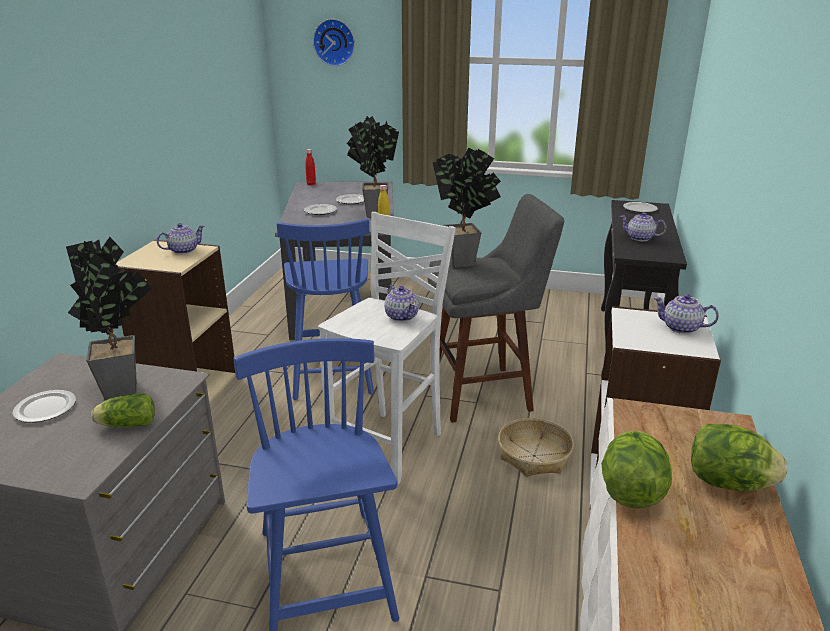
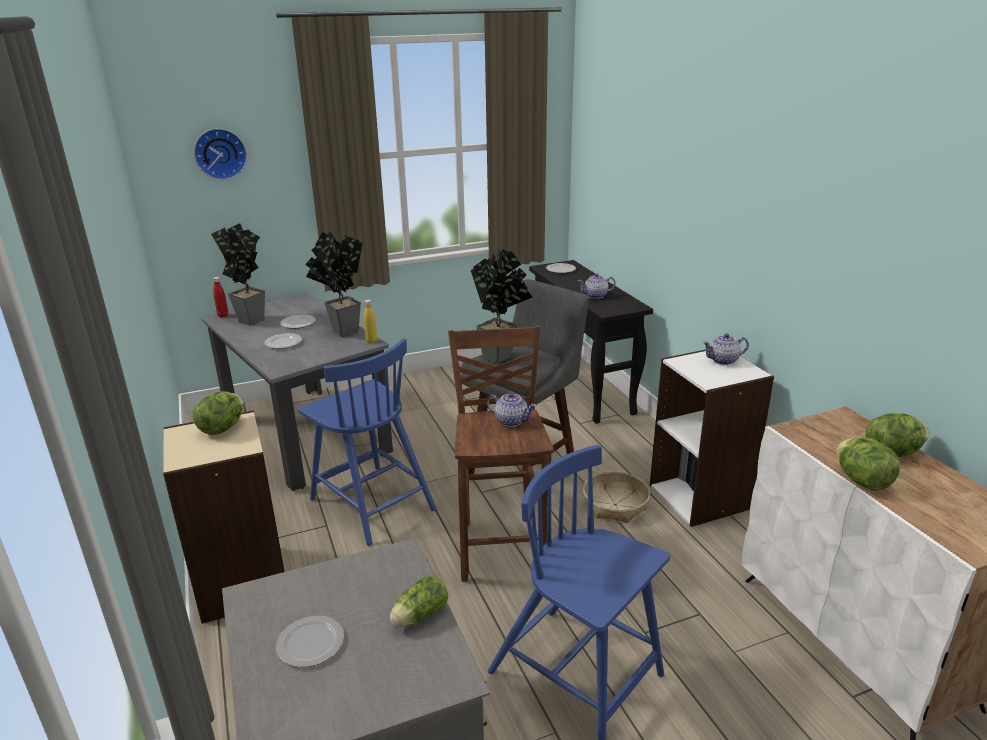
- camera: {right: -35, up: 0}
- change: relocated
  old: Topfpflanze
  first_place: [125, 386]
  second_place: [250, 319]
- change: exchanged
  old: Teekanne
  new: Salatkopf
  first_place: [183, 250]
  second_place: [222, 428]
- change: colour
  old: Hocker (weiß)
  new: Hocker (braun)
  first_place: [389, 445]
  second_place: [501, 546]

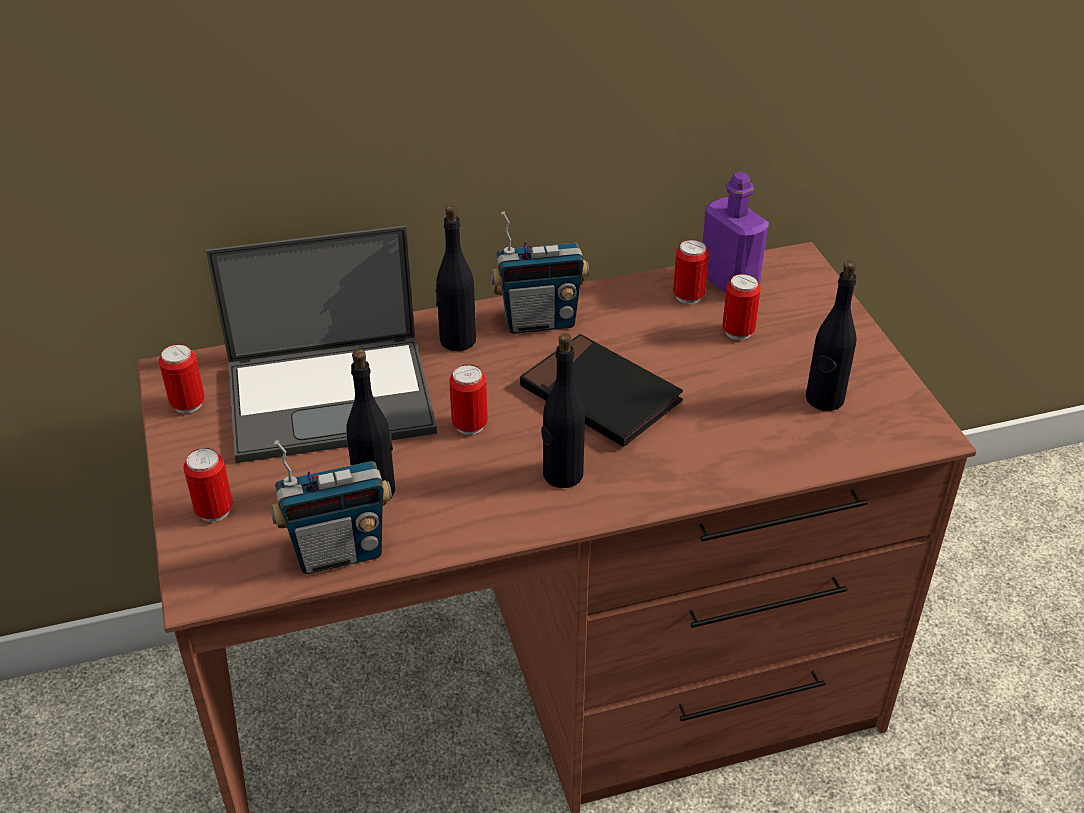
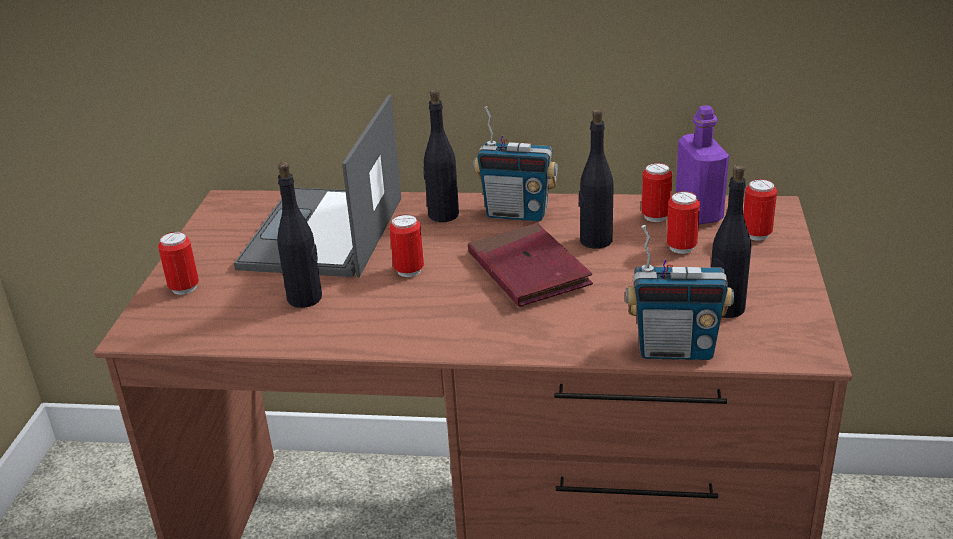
- camera: {right: 25, up: -10}
- change: relocated
  old: Dose
  first_place: [188, 404]
  second_place: [756, 234]
- change: spun
  old: Laptop
  first_place: [333, 396]
  second_place: [323, 234]
  degrees: 90
- change: relocated
  old: Radio
  first_place: [338, 553]
  second_place: [675, 350]
- change: colour
  old: Buch (schwarz)
  new: Buch (rot)
  first_place: [600, 396]
  second_place: [528, 270]
- change: relocated
  old: Flasche (schwarz)
  first_place: [562, 474]
  second_place: [595, 241]

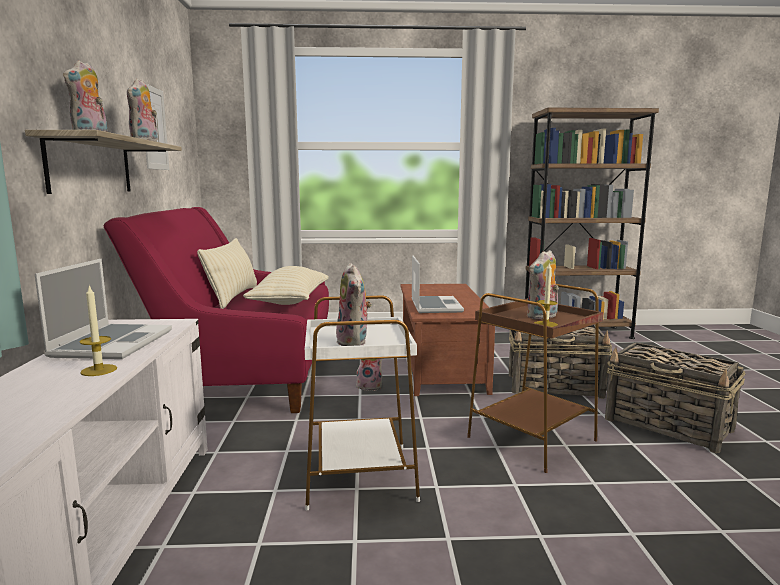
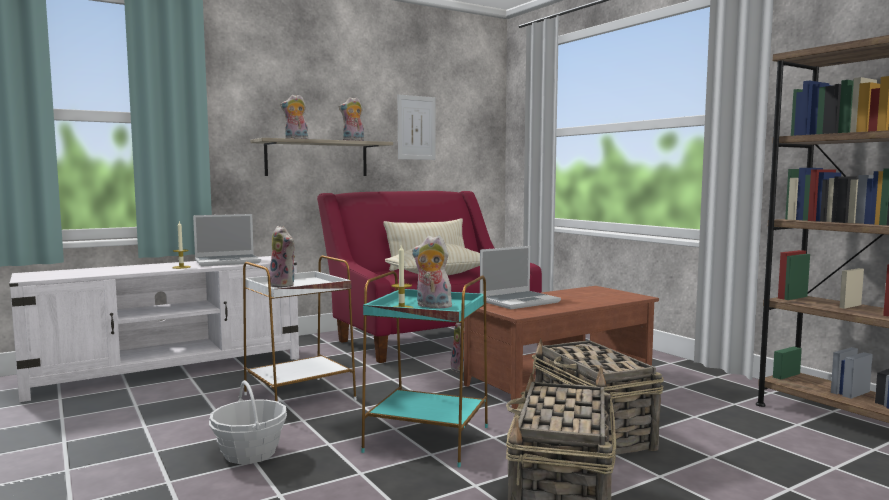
- camera: {right: 60, up: -5}
- change: spun
  old: Plüschtier
  first_place: [354, 342]
  second_place: [284, 285]
  degrees: -90
- change: colour
  old: Beistelltisch (braun)
  new: Beistelltisch (türkis)
  first_place: [533, 439]
  second_place: [428, 439]
- change: appeared
  new: Korb
  second_place: [250, 453]

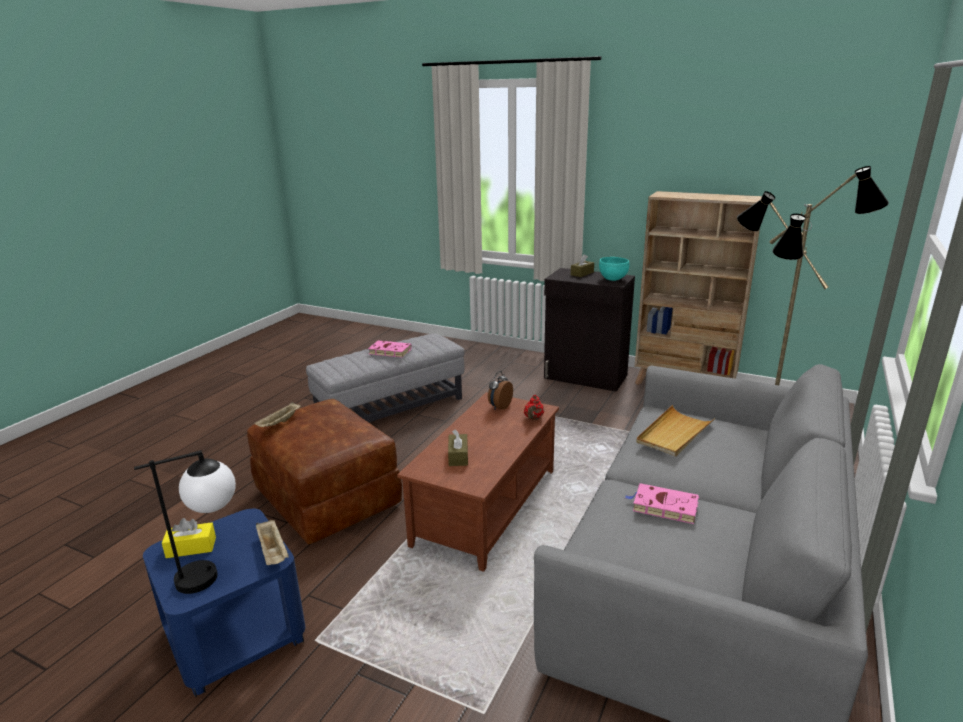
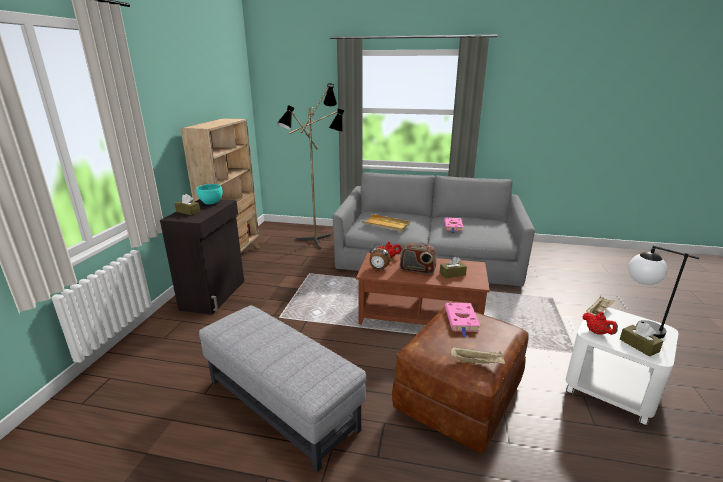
- camera: {right: -105, up: 0}
- change: colour
  old: Beistelltisch (blau)
  new: Beistelltisch (weiß)
  first_place: [236, 637]
  second_place: [610, 387]
- change: colour
  old: Taschentuchbox (gelb)
  new: Taschentuchbox (braun)
  first_place: [191, 547]
  second_place: [639, 345]
- change: relocated
  old: Buch (rosa)
  first_place: [388, 351]
  second_place: [461, 320]
- change: appeared
  new: Radio
  second_place: [417, 270]
- change: appeared
  new: Teekanne (rot)
  second_place: [597, 332]

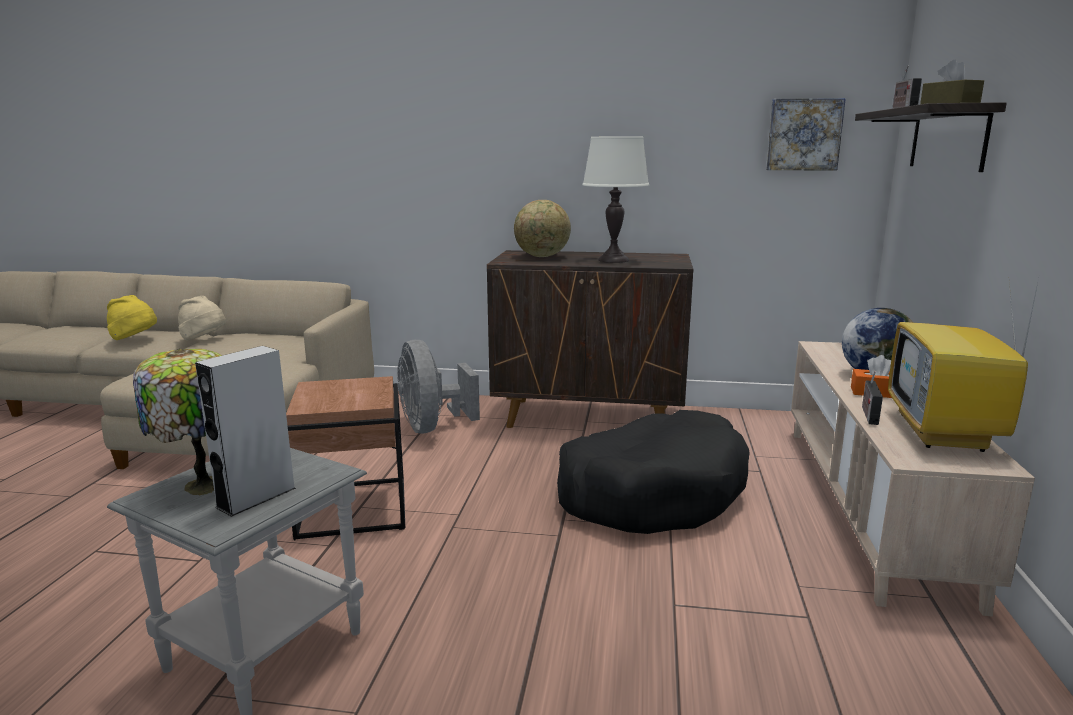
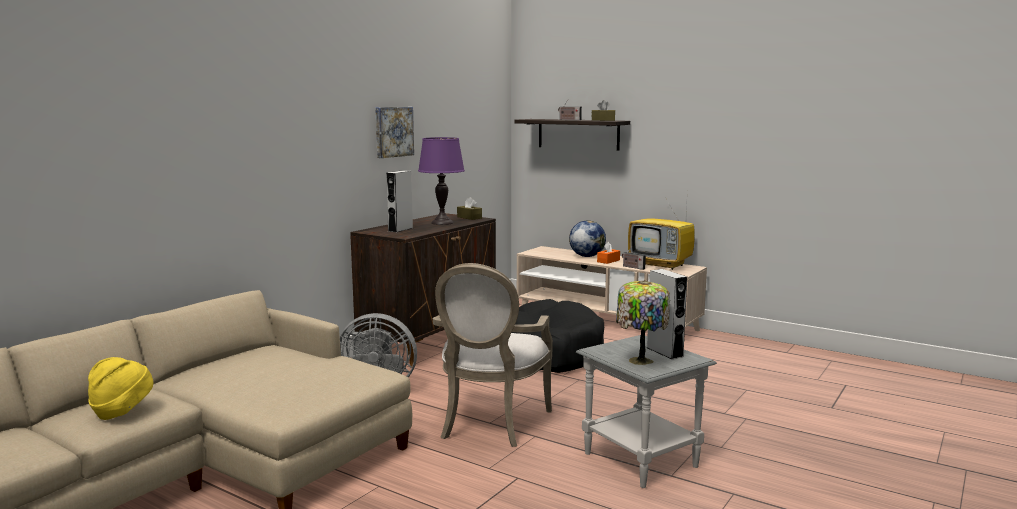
- camera: {right: -65, up: -5}
- change: missing
  old: Hut (beige)
  first_place: [204, 340]
- change: exchanged
  old: Beistelltisch (braun)
  new: Sessel
  first_place: [351, 508]
  second_place: [488, 425]
- change: exchanged
  old: Globus
  new: Lautsprecher (grau)
  first_place: [542, 257]
  second_place: [400, 229]
- change: colour
  old: Tischlampe (weiß)
  new: Tischlampe (lila)
  first_place: [613, 260]
  second_place: [442, 223]
- change: relocated
  old: Bild
  first_place: [803, 134]
  second_place: [393, 131]
- change: appeared
  new: Taschentuchbox (braun)
  second_place: [469, 217]

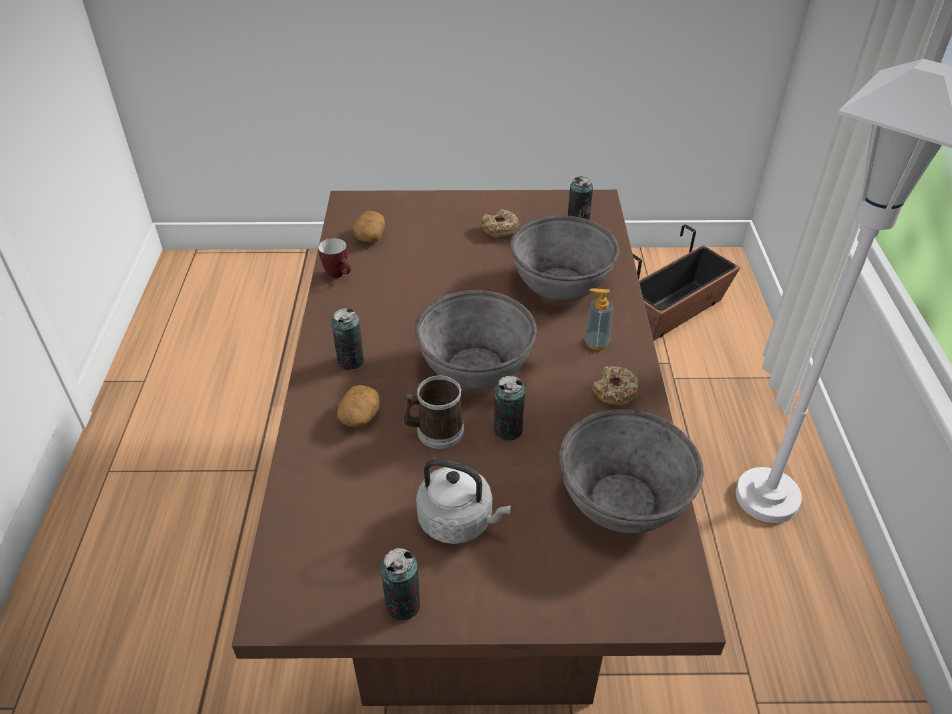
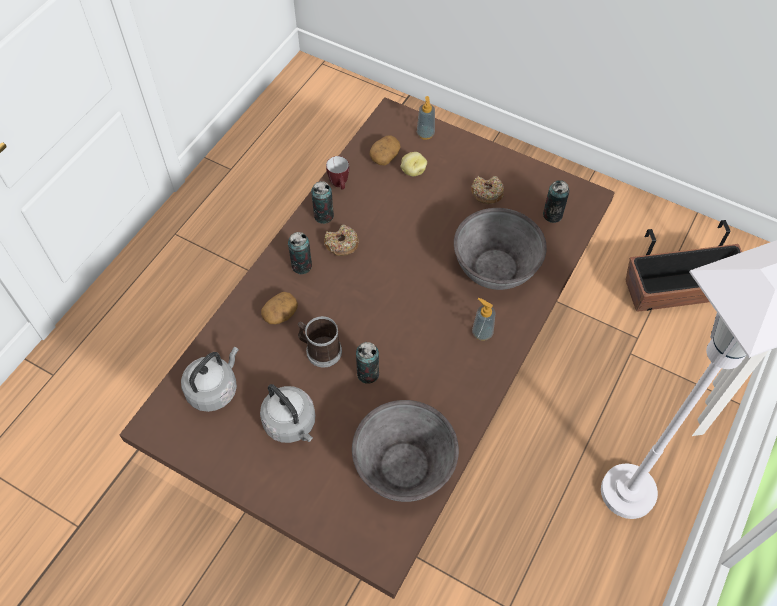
- camera: {right: 30, up: 15}
- change: relocated
  old: Dose
  first_place: [403, 605]
  second_place: [324, 216]
- change: missing
  old: Schüssel (grau)
  first_place: [475, 367]
- change: relocated
  old: Donut
  first_place: [615, 392]
  second_place: [341, 244]
- change: appeared
  new: Wasserkessel (grau)
  second_place: [214, 389]
- change: appeared
  new: Kartoffel
  second_place: [413, 171]
- change: appeared
  new: Seifenspender
  second_place: [425, 134]

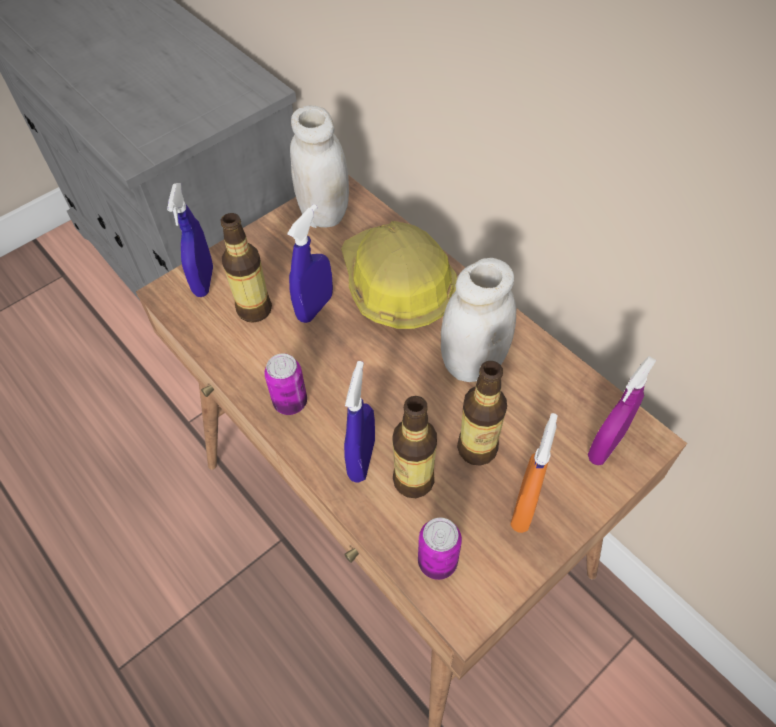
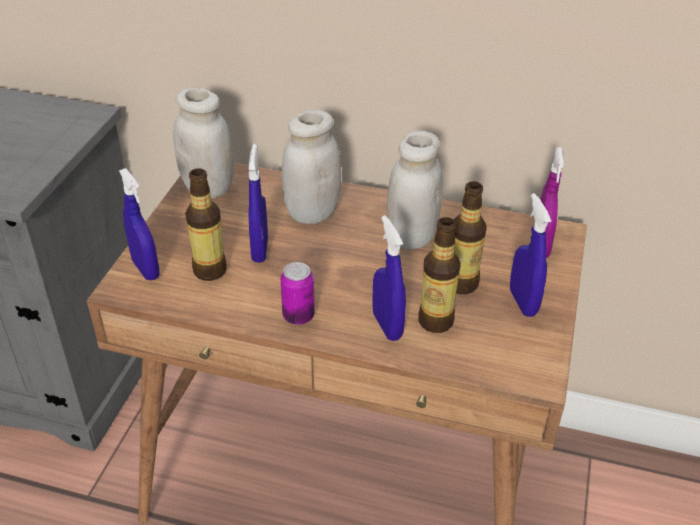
- camera: {right: -35, up: -15}
- change: exchanged
  old: Schutzhelm
  new: Vorratsglas (weiß)
  first_place: [396, 286]
  second_place: [312, 213]
- change: missing
  old: Dose
  first_place: [437, 562]
- change: colour
  old: Sprühflasche (orange)
  new: Sprühflasche (blau)
  first_place: [524, 508]
  second_place: [522, 302]

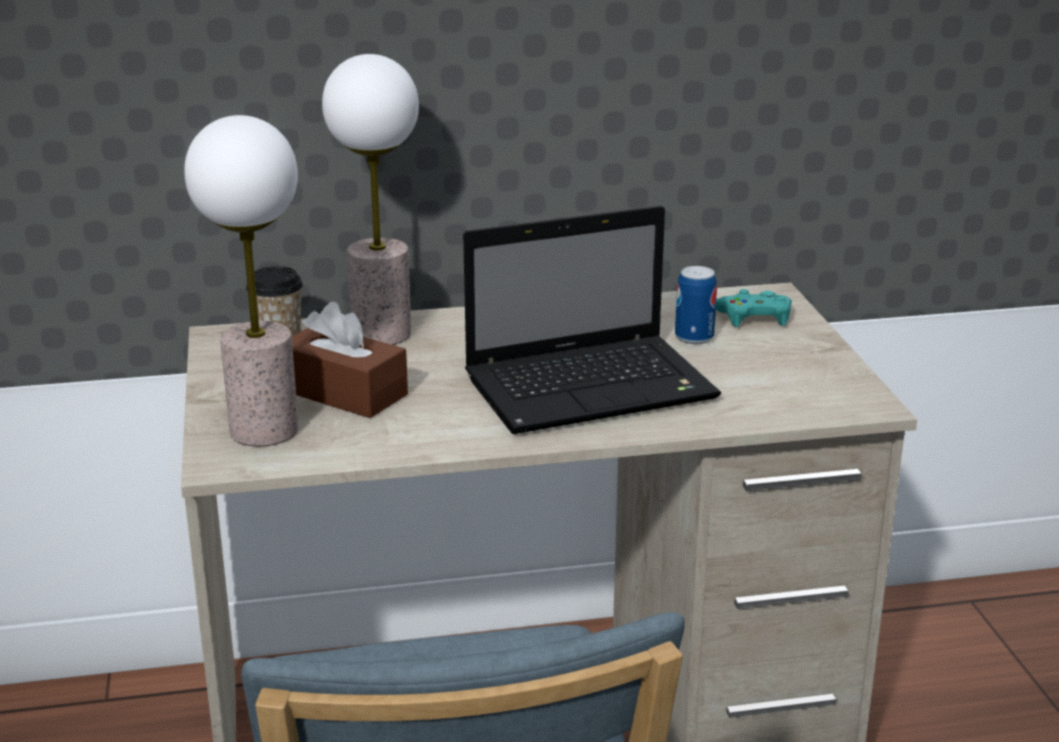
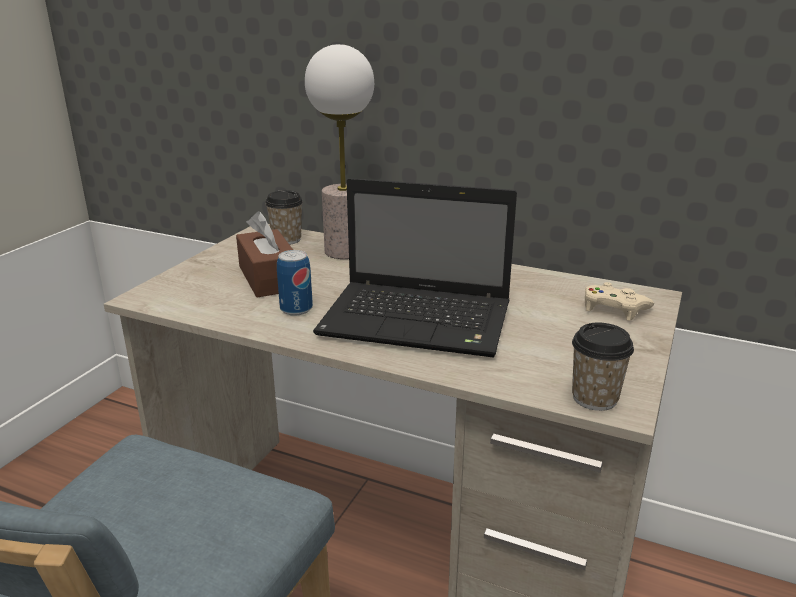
- camera: {right: 35, up: 0}
- change: missing
  old: Tischlampe
  first_place: [264, 429]
- change: relocated
  old: Dose
  first_place: [694, 337]
  second_place: [296, 309]
- change: colour
  old: Gamepad (türkis)
  new: Gamepad (beige)
  first_place: [754, 317]
  second_place: [614, 308]
- change: appeared
  new: Tasse
  second_place: [594, 398]

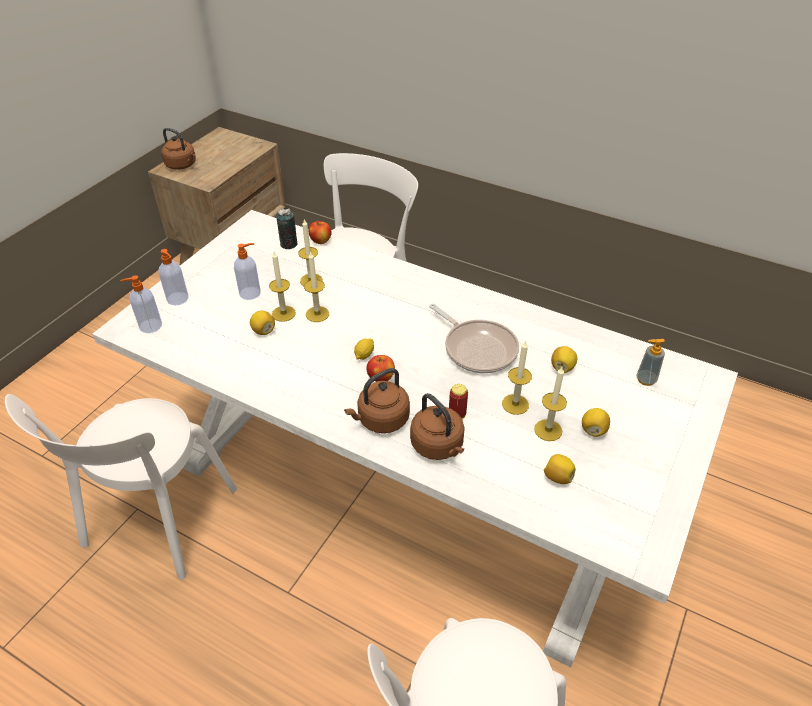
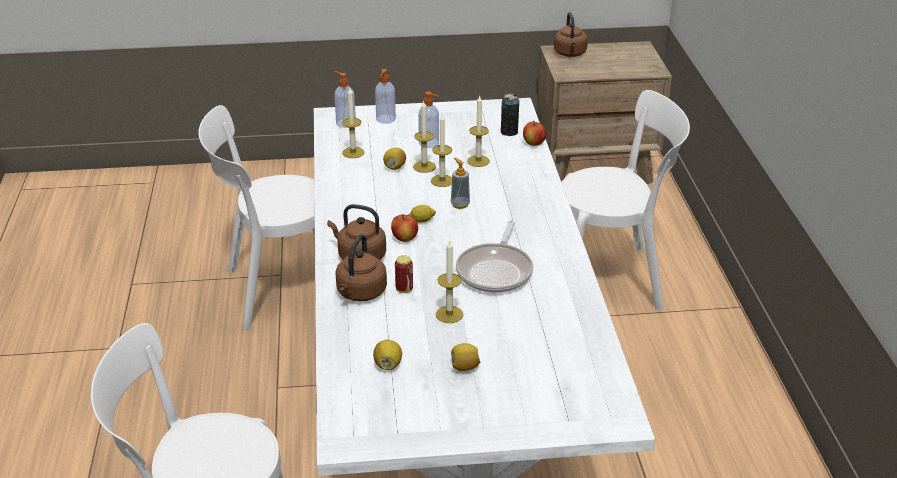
- camera: {right: 55, up: -10}
- change: relocated
  old: Kerze
  first_place: [548, 430]
  second_place: [353, 152]
- change: missing
  old: Zitrone
  first_place: [562, 367]
- change: relocated
  old: Seifenspender
  first_place: [646, 379]
  second_place: [460, 204]

